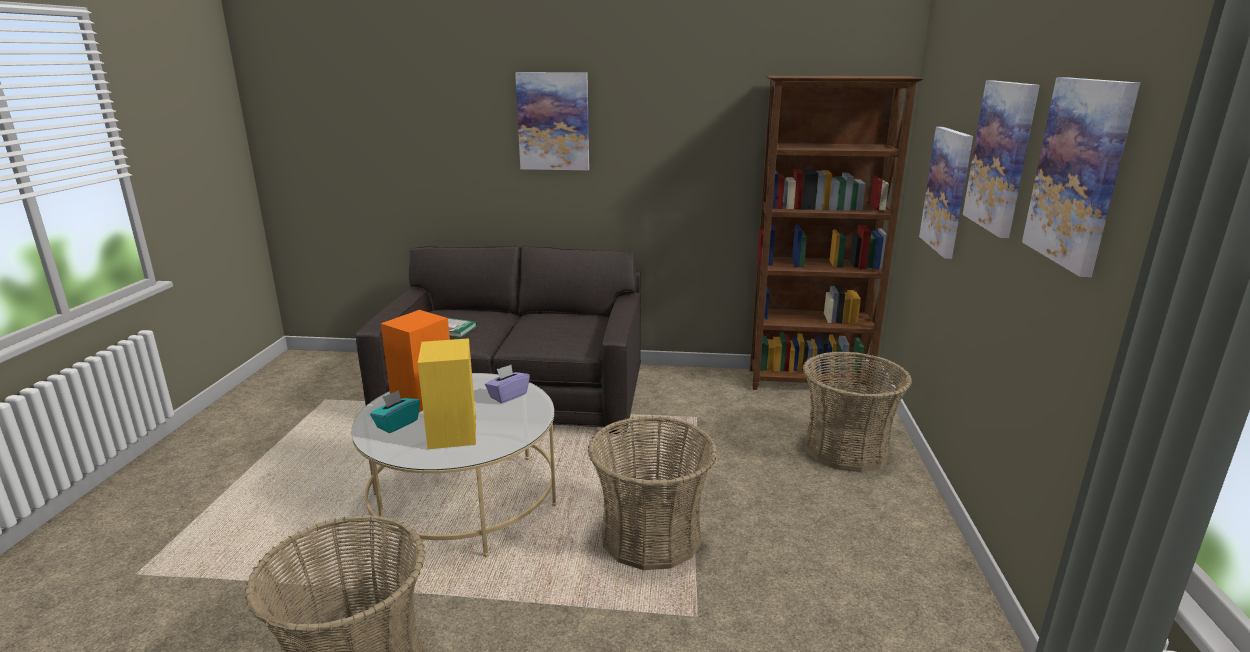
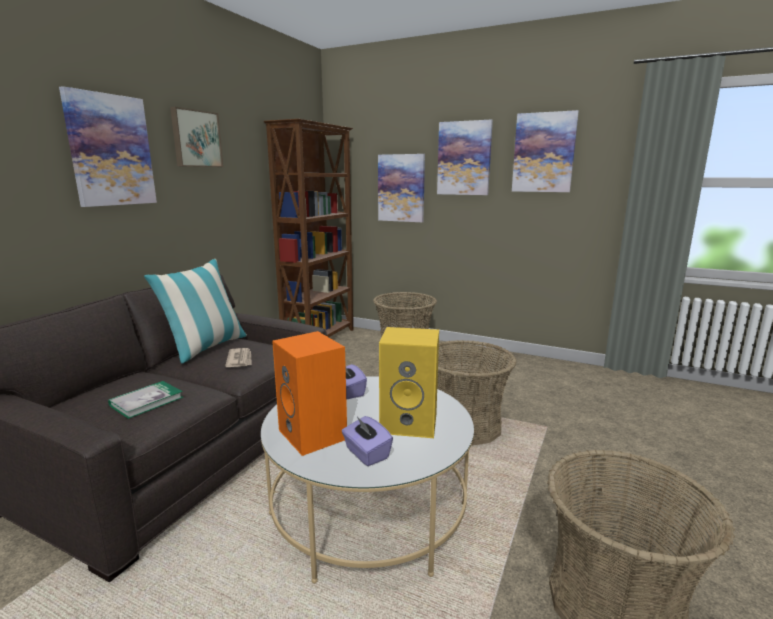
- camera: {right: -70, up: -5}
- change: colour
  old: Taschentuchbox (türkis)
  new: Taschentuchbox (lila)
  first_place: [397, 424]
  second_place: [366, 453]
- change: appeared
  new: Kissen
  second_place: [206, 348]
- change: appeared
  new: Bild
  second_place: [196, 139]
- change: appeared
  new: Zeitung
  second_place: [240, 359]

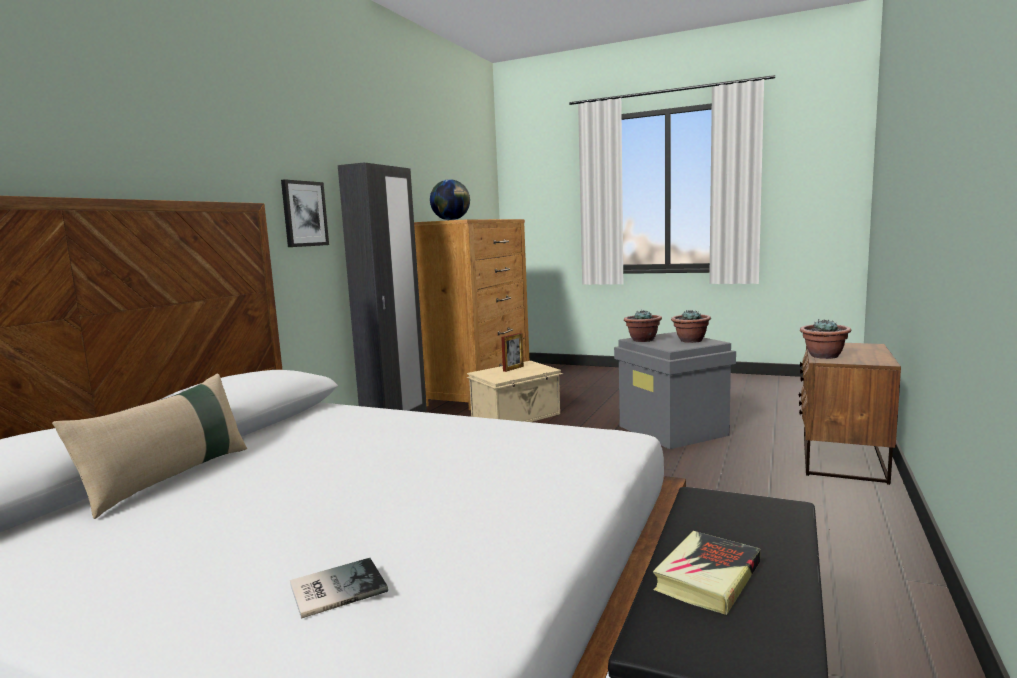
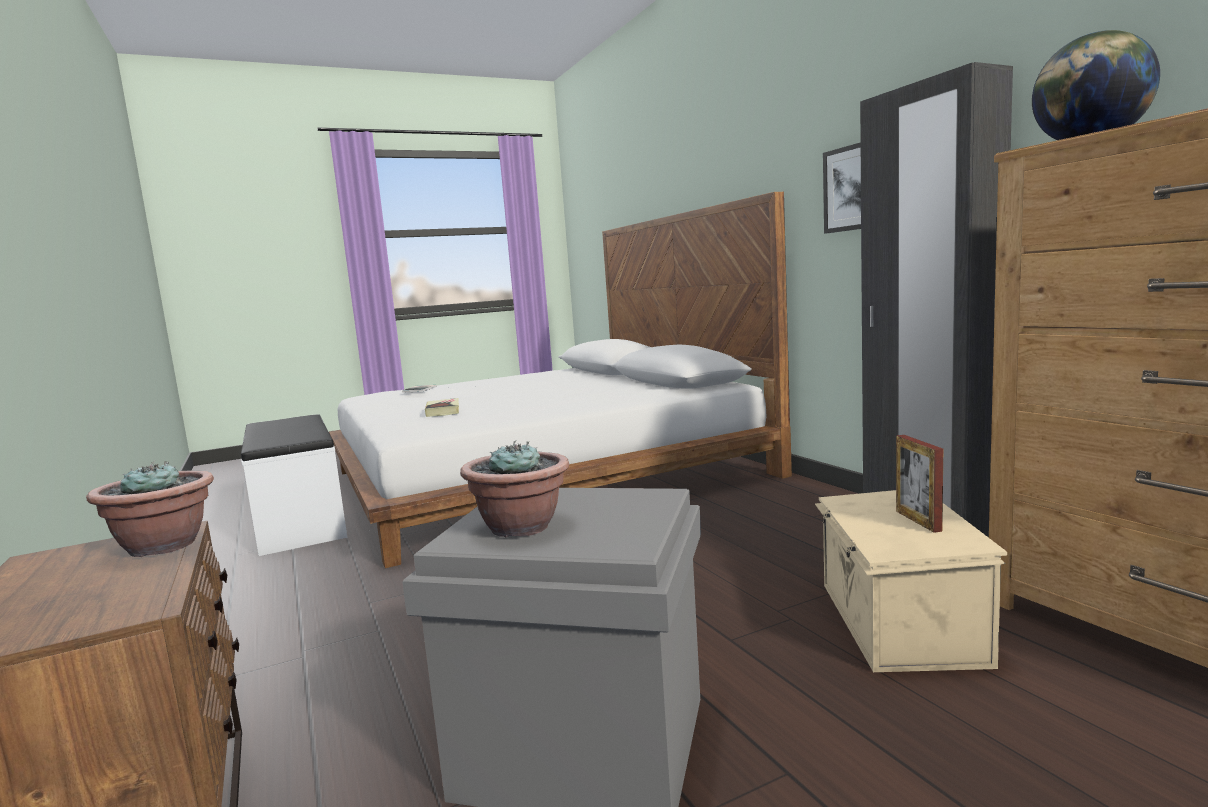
- camera: {right: 130, up: 0}
- change: missing
  old: Kissen (beige)
  first_place: [170, 478]
- change: missing
  old: Topfpflanze
  first_place: [642, 340]
- change: relocated
  old: Buch
  first_place: [707, 577]
  second_place: [443, 411]

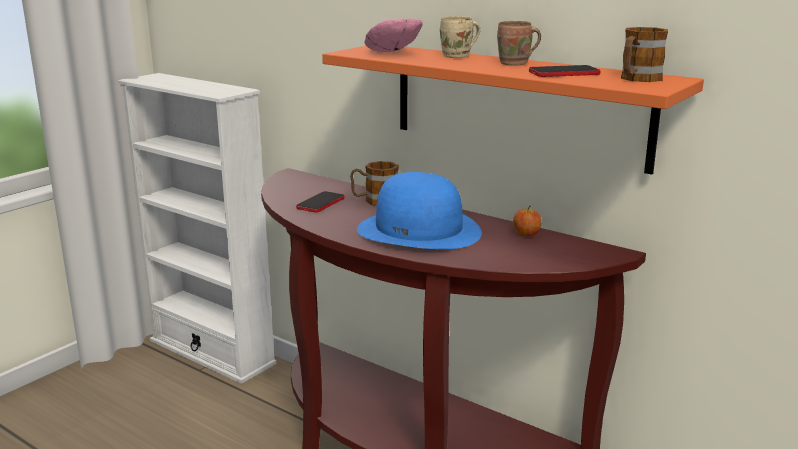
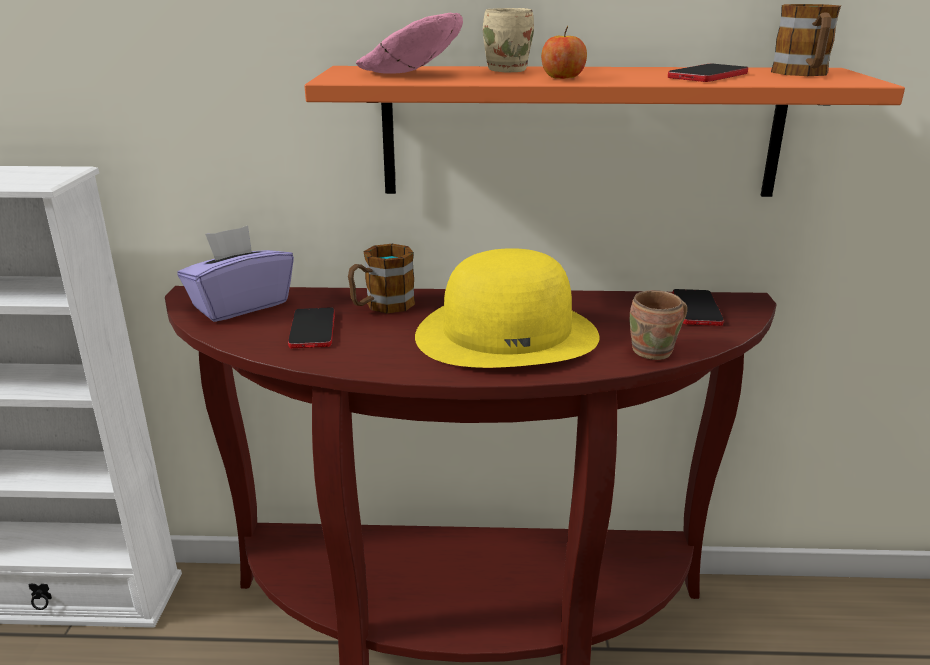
- camera: {right: -35, up: 5}
- change: colour
  old: Hut (blau)
  new: Hut (gelb)
  first_place: [419, 230]
  second_place: [507, 334]
- change: relocated
  old: Henkelbecher (braun)
  first_place: [515, 64]
  second_place: [656, 352]
- change: relocated
  old: Apfel
  first_place: [526, 234]
  second_place: [562, 78]
- change: appeared
  new: Taschentuchbox (lila)
  second_place: [240, 305]
- change: appeared
  new: Handy
  second_place: [696, 309]

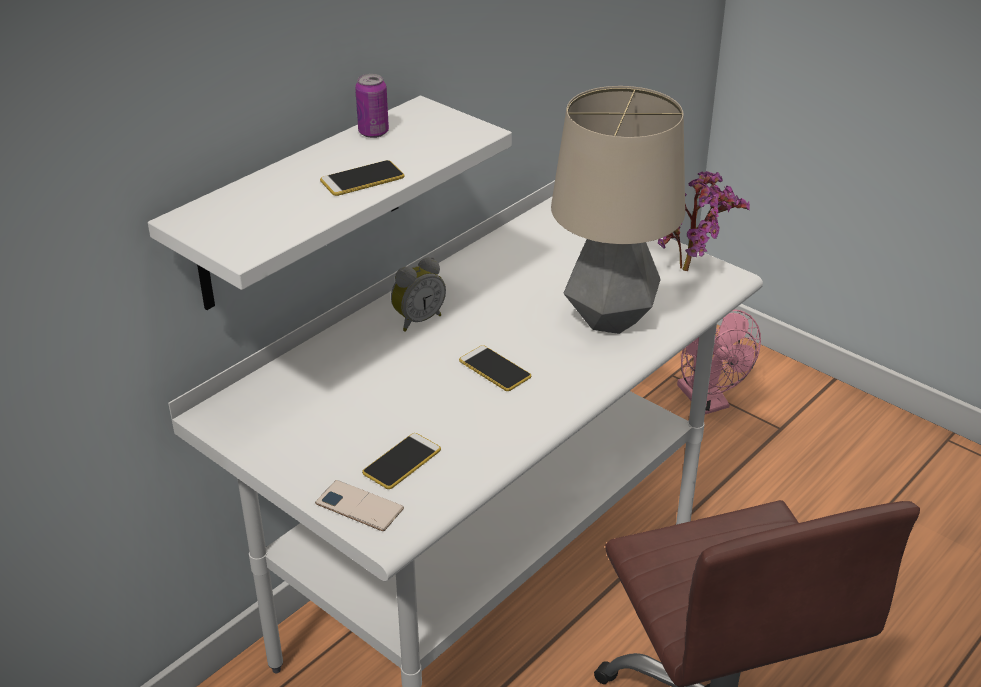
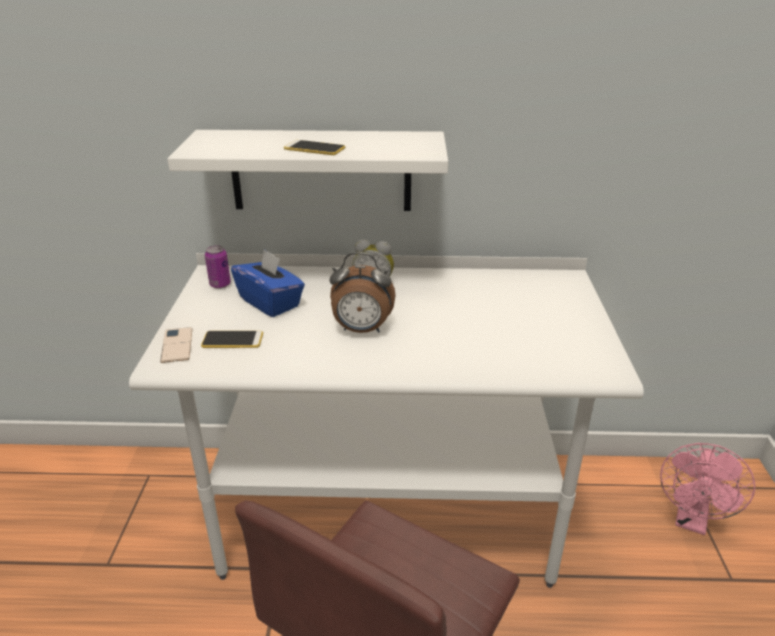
- camera: {right: 50, up: -5}
- change: relocated
  old: Dose
  first_place: [373, 132]
  second_place: [220, 284]
- change: exchanged
  old: Handy
  new: Wecker
  first_place: [494, 369]
  second_place: [362, 330]
- change: missing
  old: Tischlampe
  first_place: [610, 318]
- change: missing
  old: Topfpflanze
  first_place: [692, 271]
- change: appeared
  new: Taschentuchbox (blau)
  second_place: [270, 302]

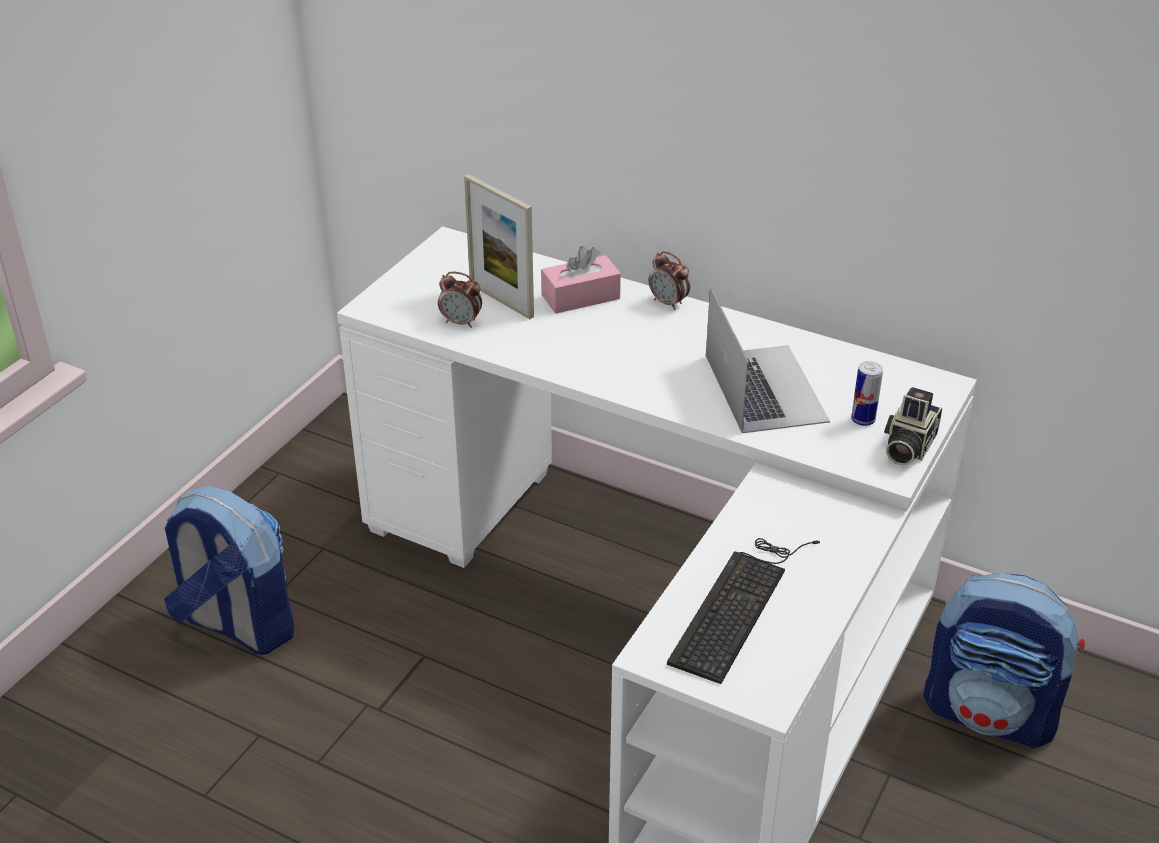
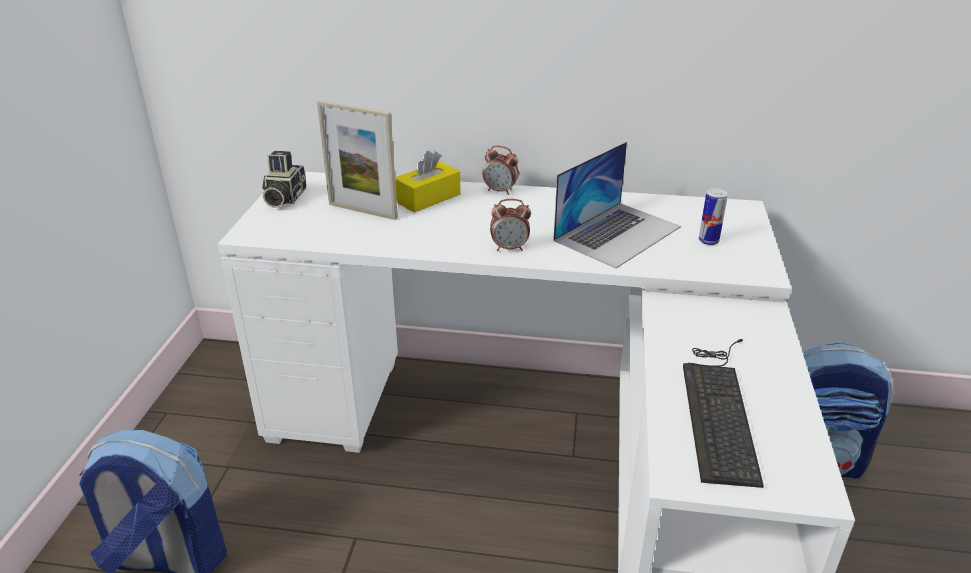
- camera: {right: -20, up: -5}
- change: relocated
  old: Wecker
  first_place: [461, 322]
  second_place: [510, 248]
- change: colour
  old: Taschentuchbox (rosa)
  new: Taschentuchbox (gelb)
  first_place: [580, 297]
  second_place: [427, 198]
- change: spun
  old: Laptop
  first_place: [765, 387]
  second_place: [617, 233]
  degrees: 75
- change: relocated
  old: Kamera
  first_place: [907, 447]
  second_place: [283, 198]

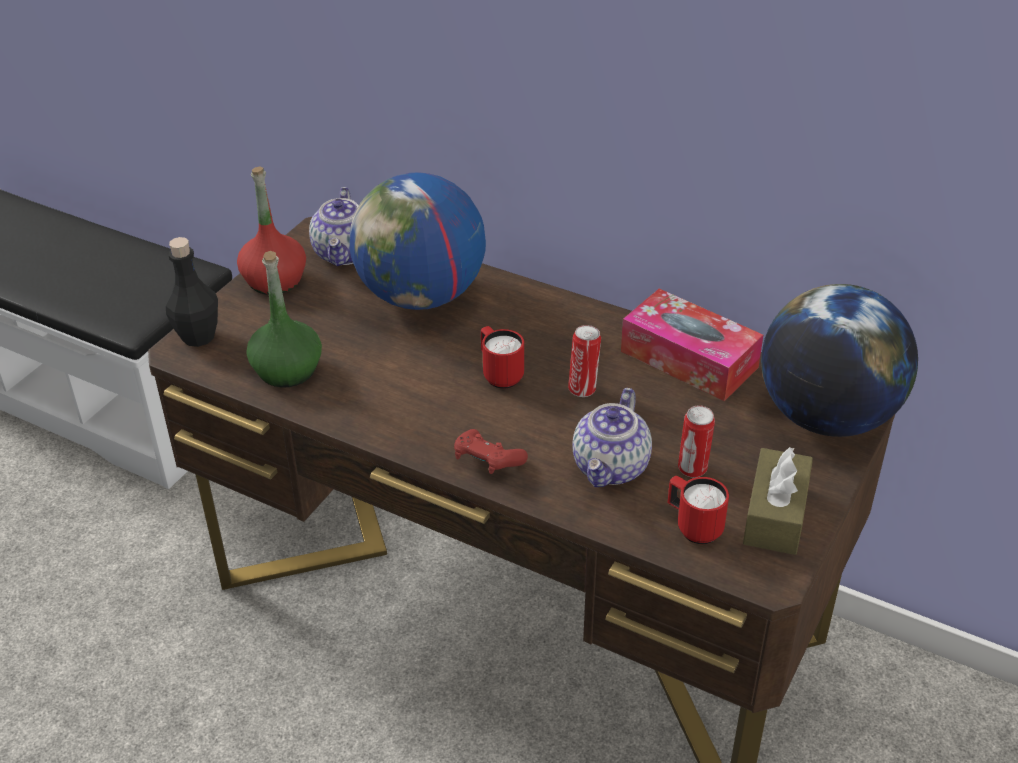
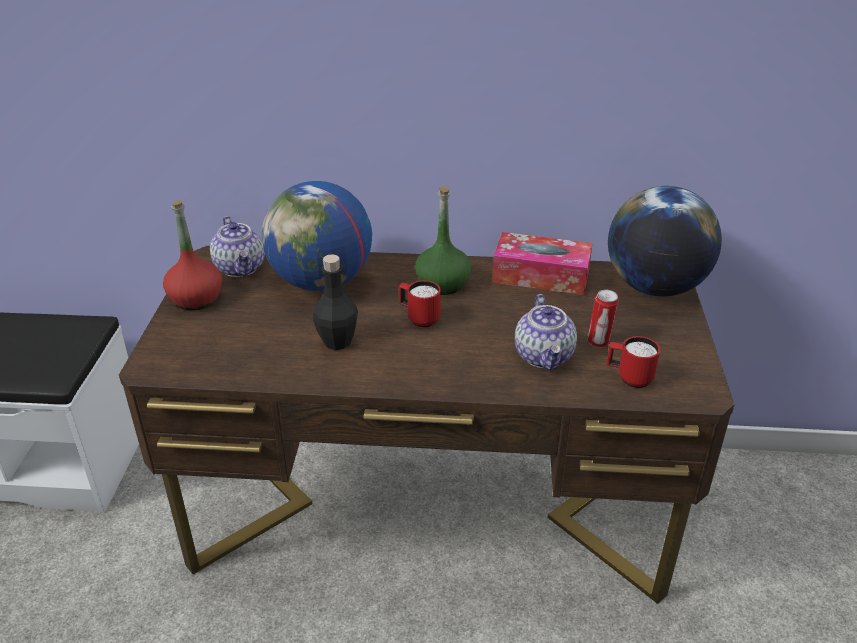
- camera: {right: -25, up: -5}
- change: relocated
  old: Flasche (schwarz)
  first_place: [198, 336]
  second_place: [337, 341]
- change: relocated
  old: Flasche (grün)
  first_place: [287, 370]
  second_place: [443, 284]
- change: missing
  old: Gamepad (rot)
  first_place: [487, 462]
- change: missing
  old: Dose
  first_place: [583, 389]
- change: missing
  old: Taschentuchbox (braun)
  first_place: [775, 515]

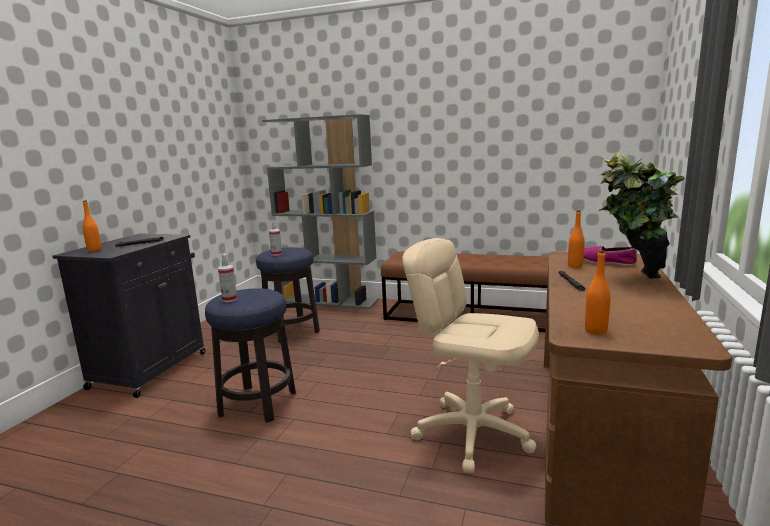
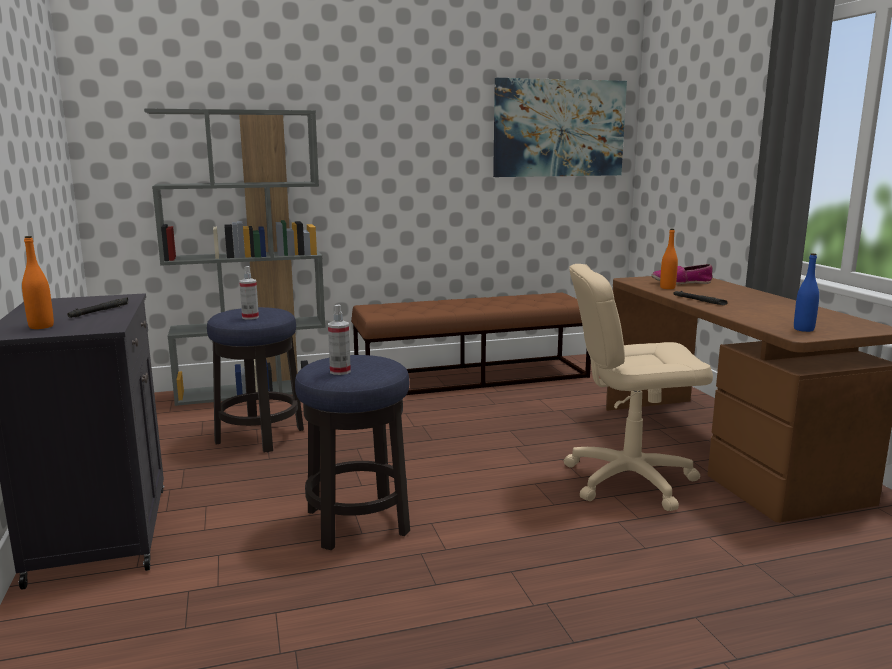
- camera: {right: -35, up: 0}
- change: colour
  old: Flasche (orange)
  new: Flasche (blau)
  first_place: [595, 331]
  second_place: [803, 329]
- change: missing
  old: Topfpflanze
  first_place: [632, 279]
- change: appeared
  new: Bild
  second_place: [559, 128]

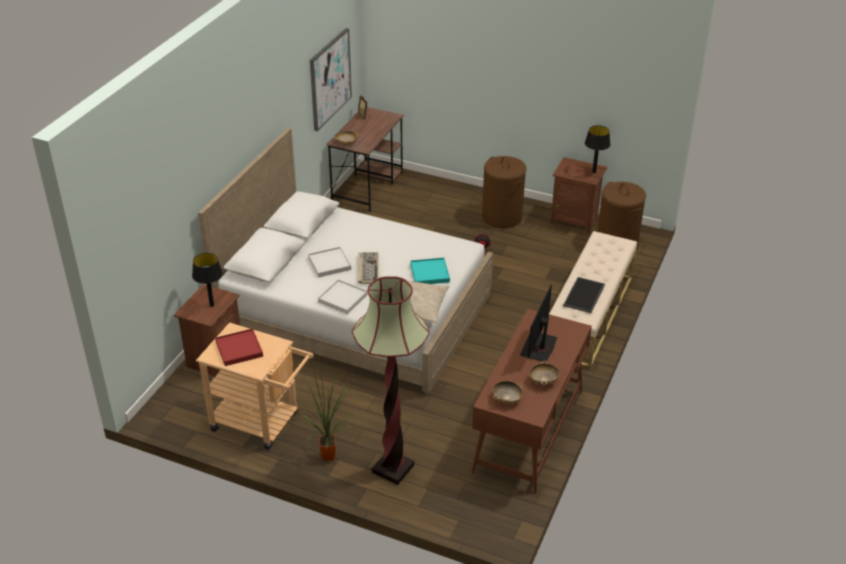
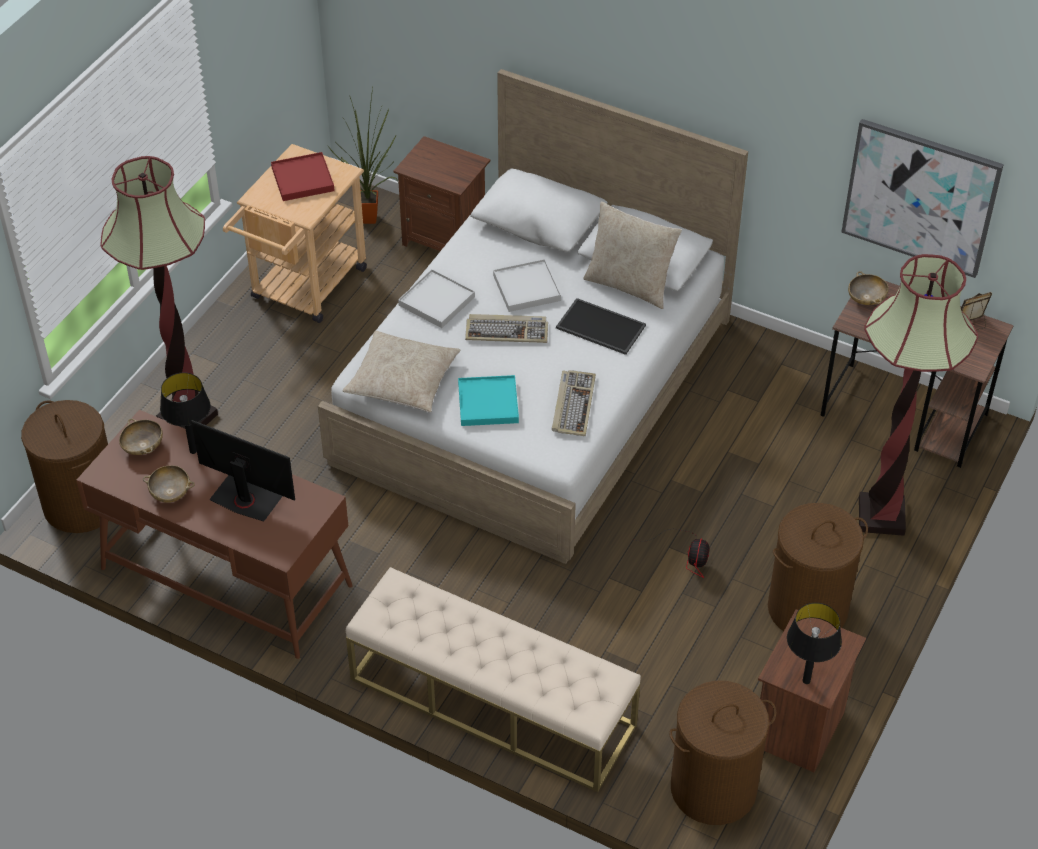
- camera: {right: 95, up: 10}
- change: relocated
  old: Tischlampe (schwarz)
  first_place: [211, 305]
  second_place: [193, 450]
- change: relocated
  old: Topfpflanze
  first_place: [329, 454]
  second_place: [372, 219]
- change: relocated
  old: Tablett
  first_place: [584, 295]
  second_place: [599, 327]
- change: appeared
  new: Wäschekorb (braun)
  second_place: [81, 504]
- change: appeared
  new: Tastatur
  second_place: [573, 404]
- change: appeared
  new: Kissen (beige)
  second_place: [629, 285]
- change: appeared
  new: Stehlampe
  second_place: [881, 516]

